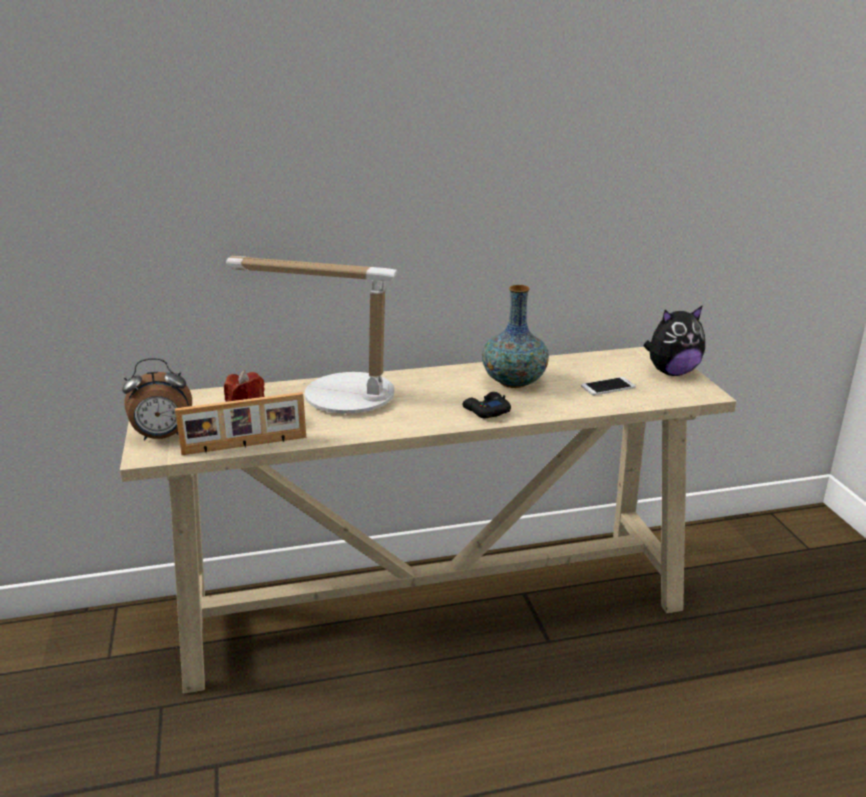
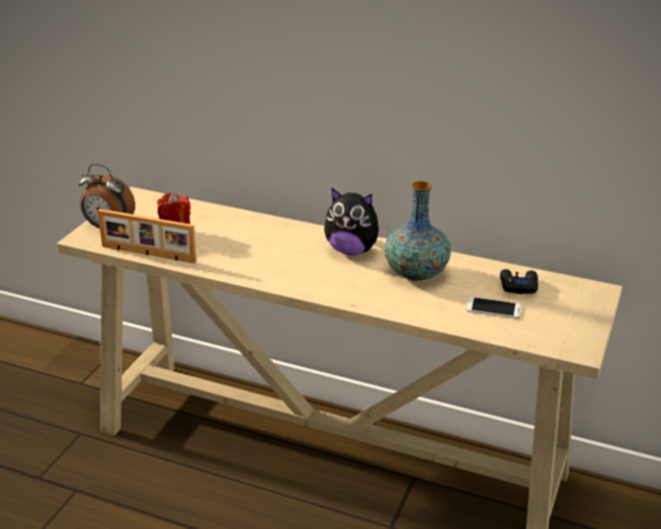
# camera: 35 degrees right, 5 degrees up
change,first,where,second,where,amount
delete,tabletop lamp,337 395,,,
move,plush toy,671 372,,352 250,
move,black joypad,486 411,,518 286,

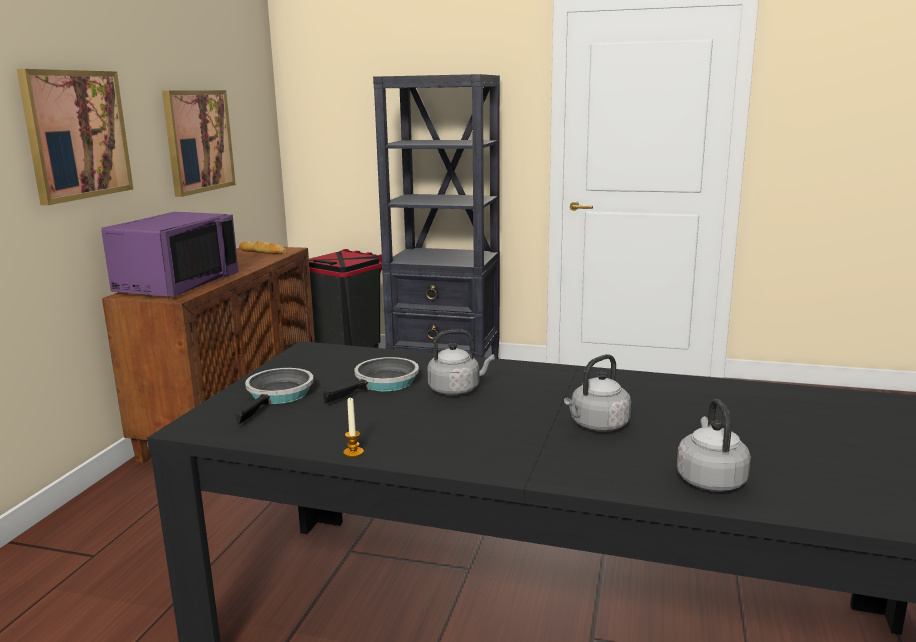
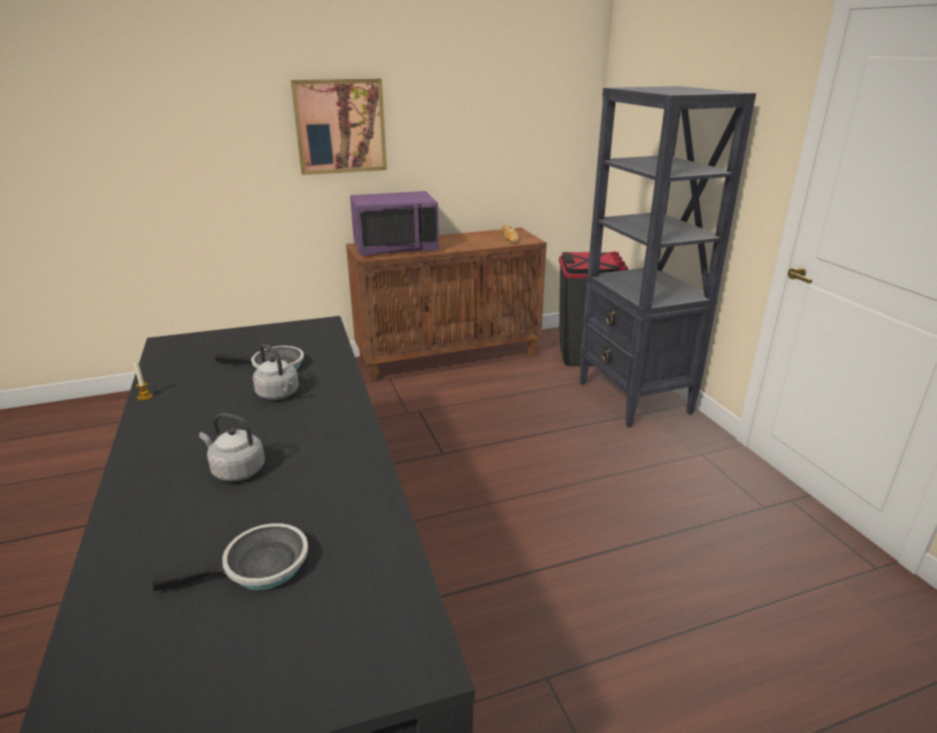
# camera: 55 degrees right, 10 degrees up
change,first,where,second,where,amount
delete,picture,198 141,,,
move,pan,278 396,,259 568,
delete,greyish water kettle,709 479,,,

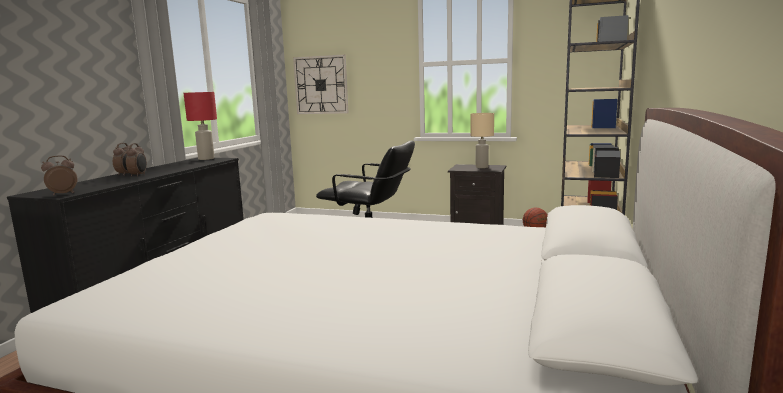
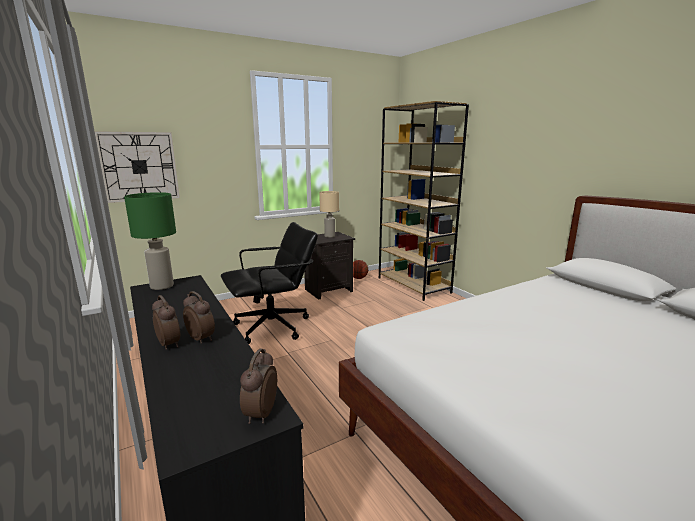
# camera: 50 degrees left, 5 degrees up
change,first,where,second,where,amount
recolor,red tabletop lamp,205 159,green tabletop lamp,161 286,

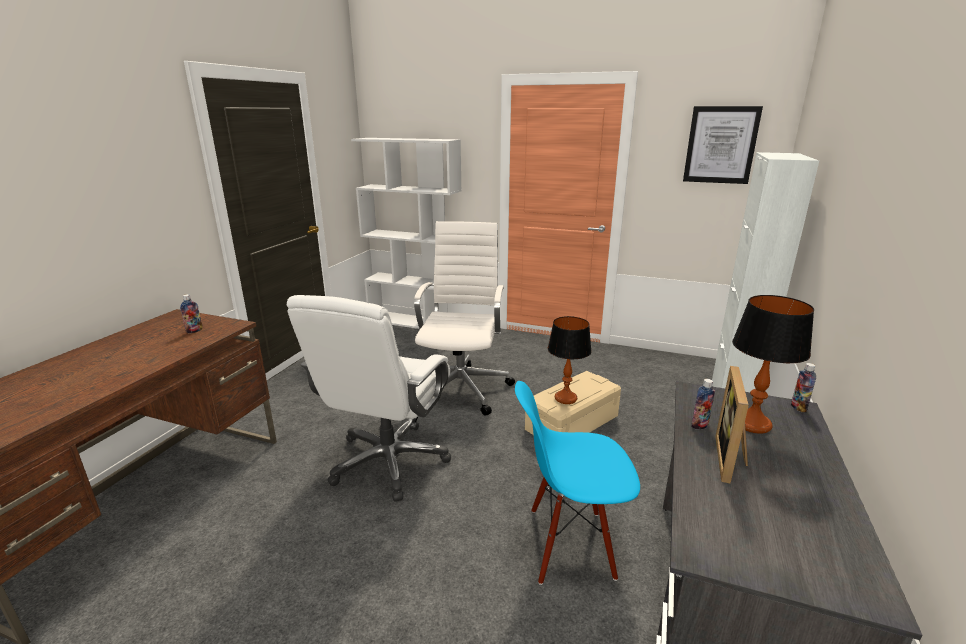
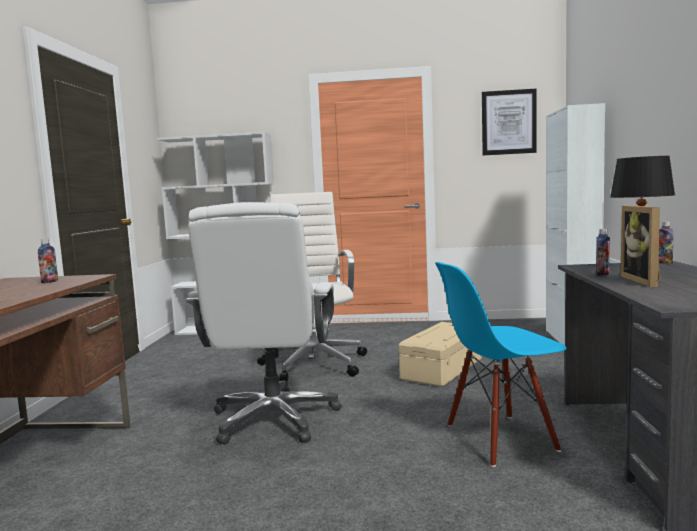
# camera: 15 degrees left, 15 degrees down
change,first,where,second,where,amount
delete,tabletop lamp,566 398,,,

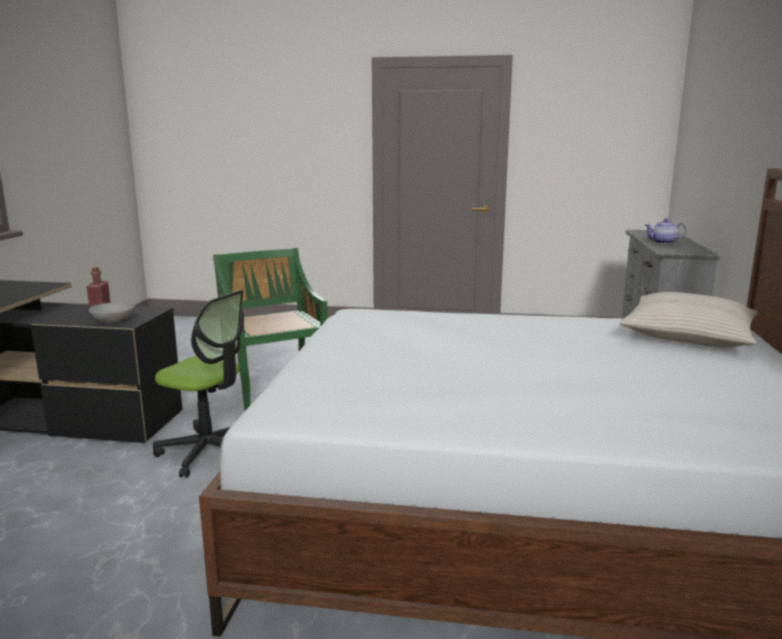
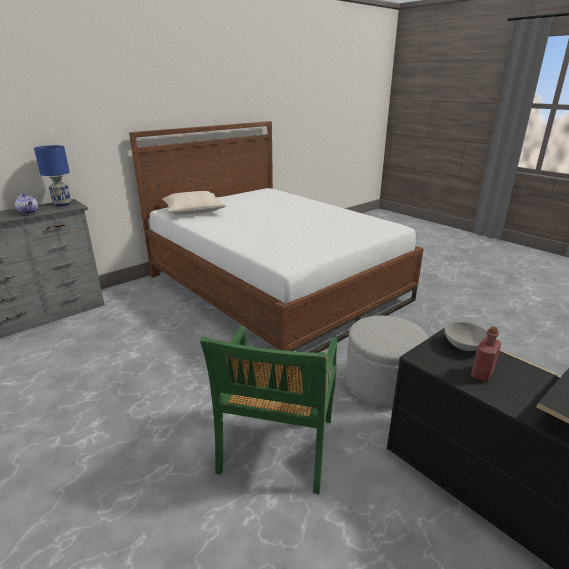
# camera: 140 degrees left, 10 degrees up
change,first,where,second,where,amount
replace,computer chair,209 451,greyish footrest,382 385,
insert,,,blue-coloured tabletop lamp,62 204,

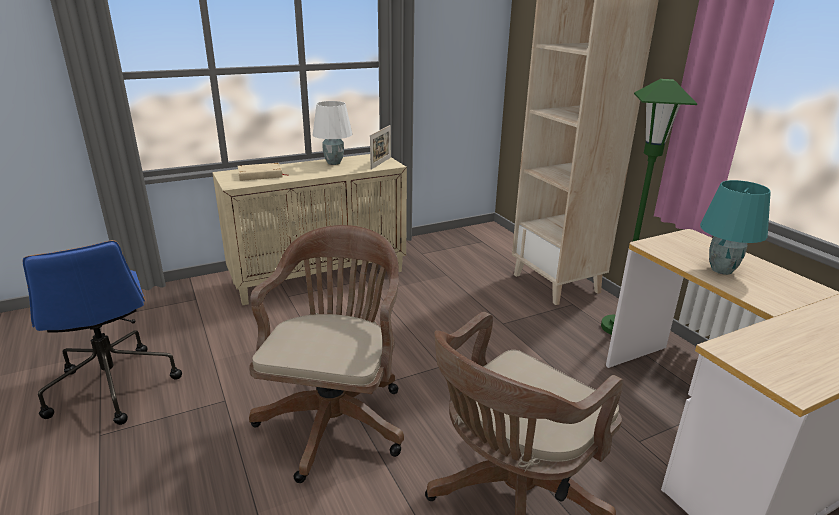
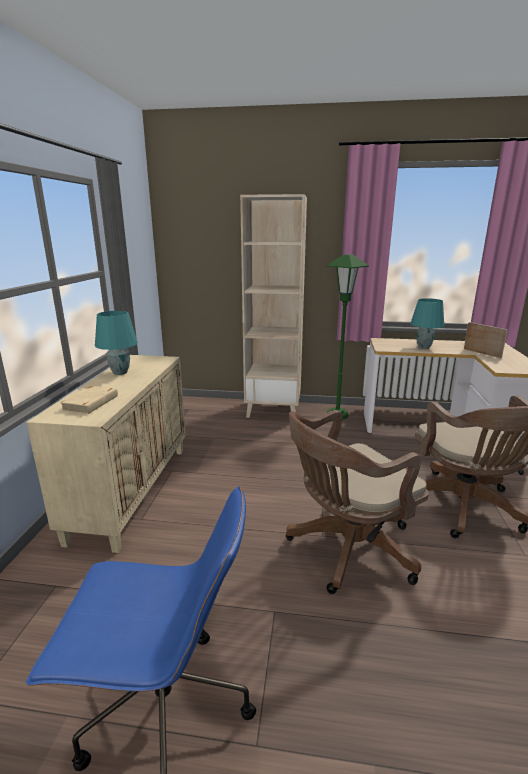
# camera: 55 degrees left, 5 degrees down
change,first,where,second,where,amount
recolor,whitish tabletop lamp,334 163,blue-green tabletop lamp,120 372,
move,standing frame,381 163,,482 353,
rotate,brown computer chair,336 417,,347 550,75 degrees counterclockwise

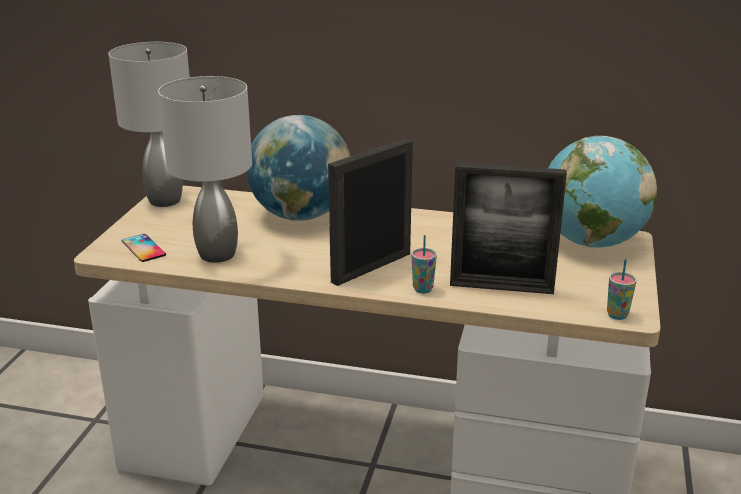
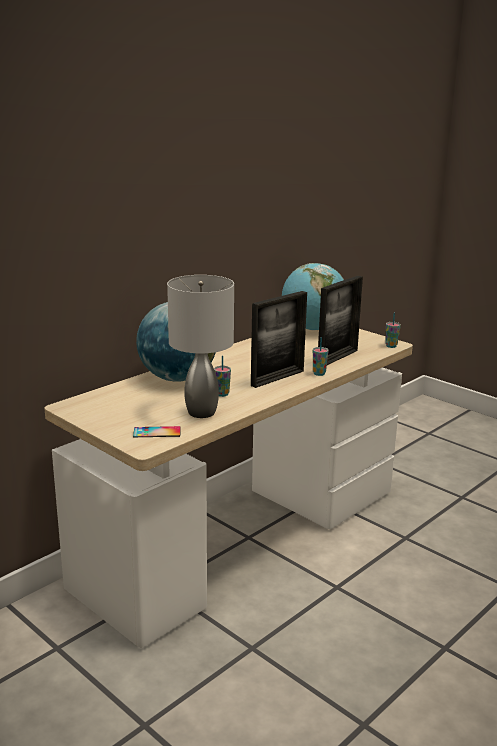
# camera: 60 degrees left, 5 degrees down
change,first,where,second,where,amount
delete,greyish tabletop lamp,165 200,,,
rotate,standing frame,371 267,,277 378,120 degrees counterclockwise
insert,,,cup,222 394,

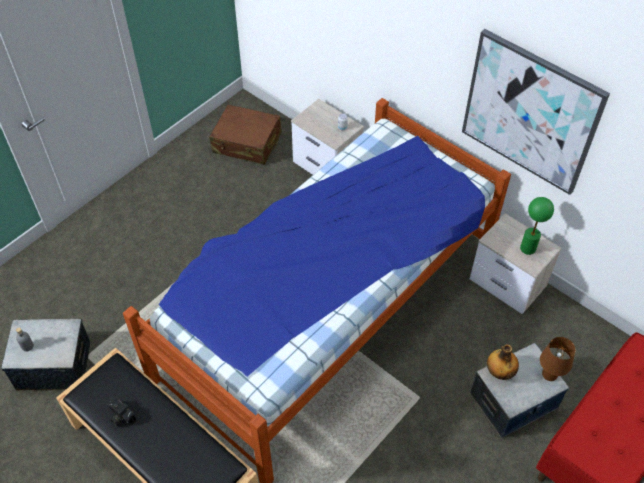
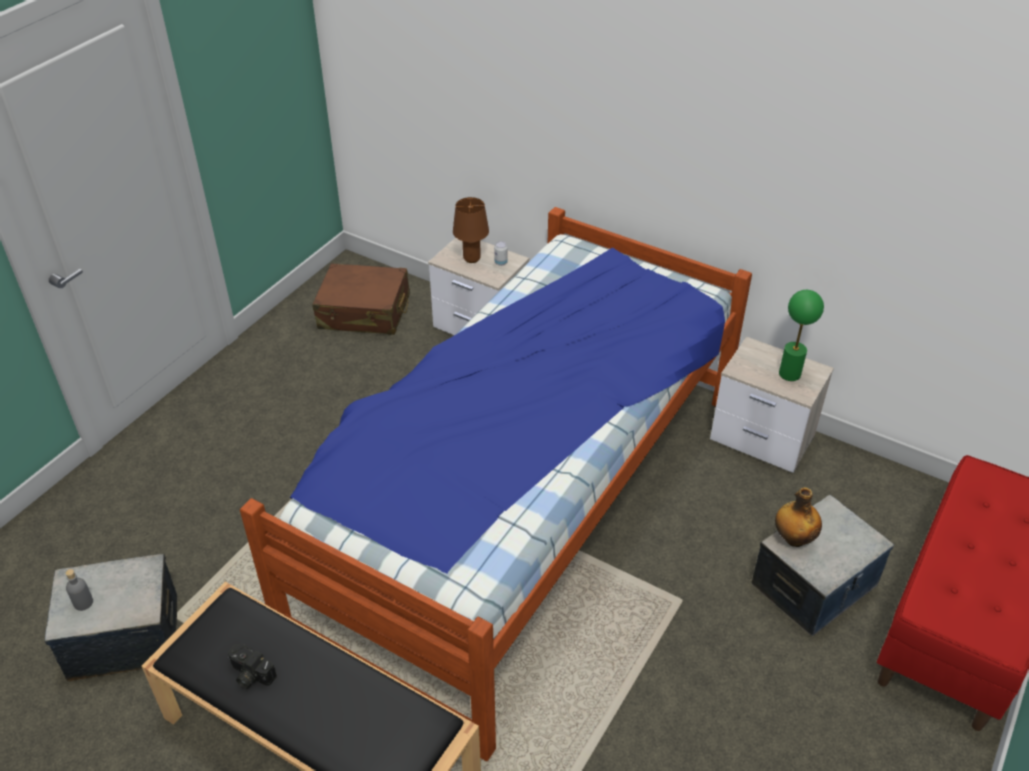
# camera: 10 degrees left, 10 degrees down
change,first,where,second,where,amount
delete,picture,530 112,,,
move,brown tabletop lamp,549 375,,472 258,

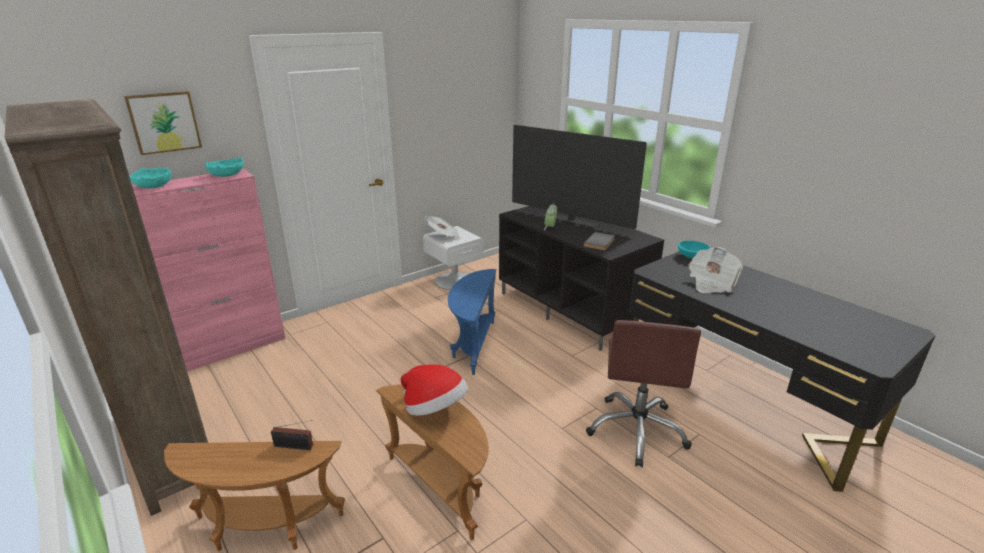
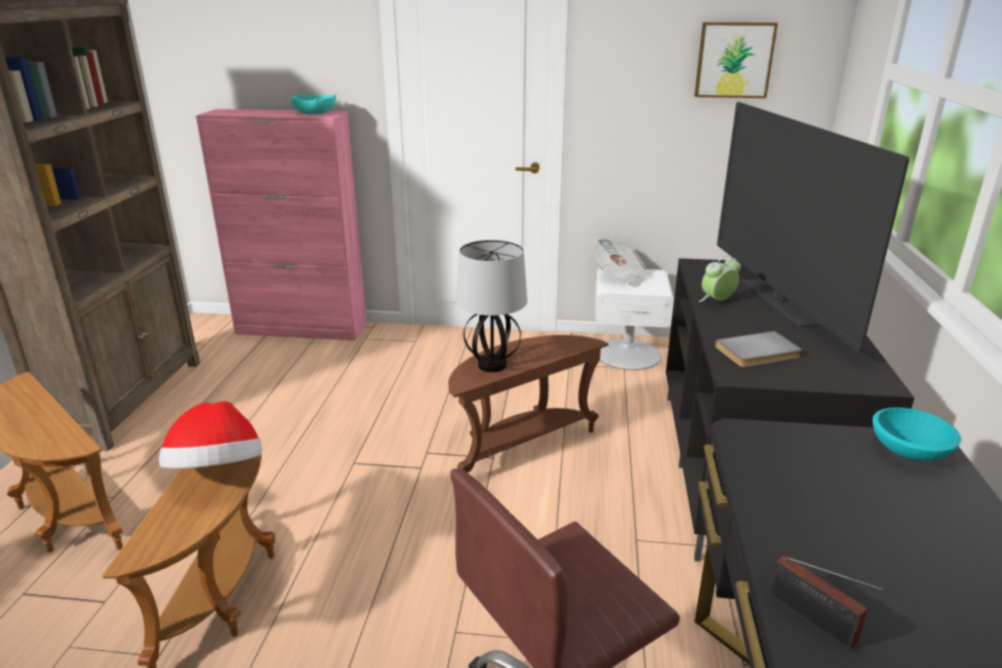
# camera: 45 degrees right, 0 degrees up
change,first,where,second,where,amount
move,picture,164 122,,734 60,
delete,blue-green deep dish,153 186,,,
delete,daily paper,711 283,,,
recolor,blue-coloured end table,472 345,brown end table,520 447,
move,radio receiver,295 446,,815 621,
insert,,,tabletop lamp,491 365,

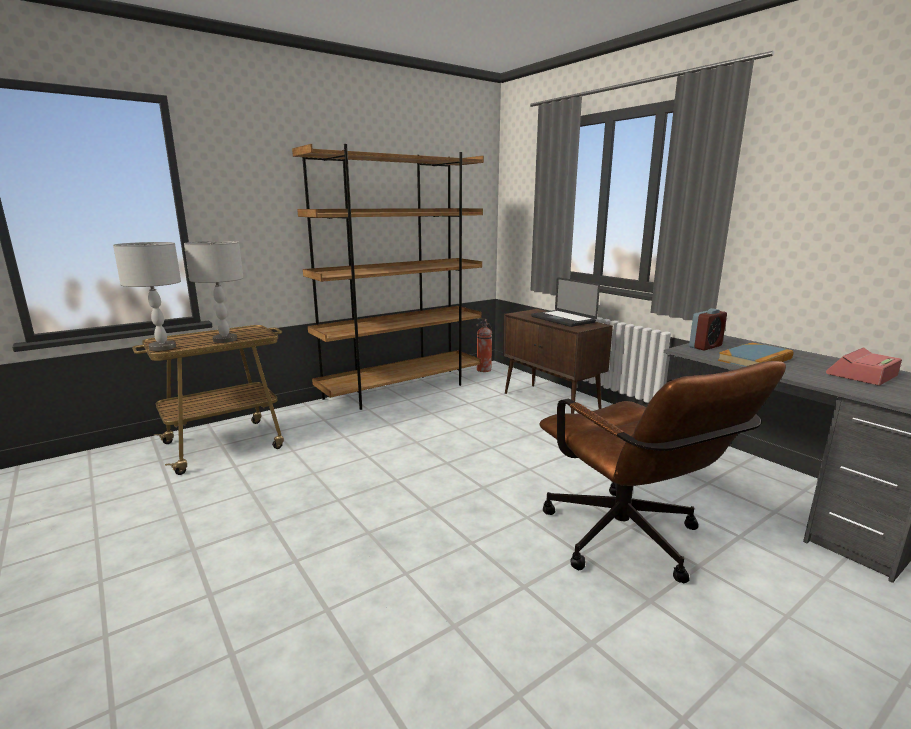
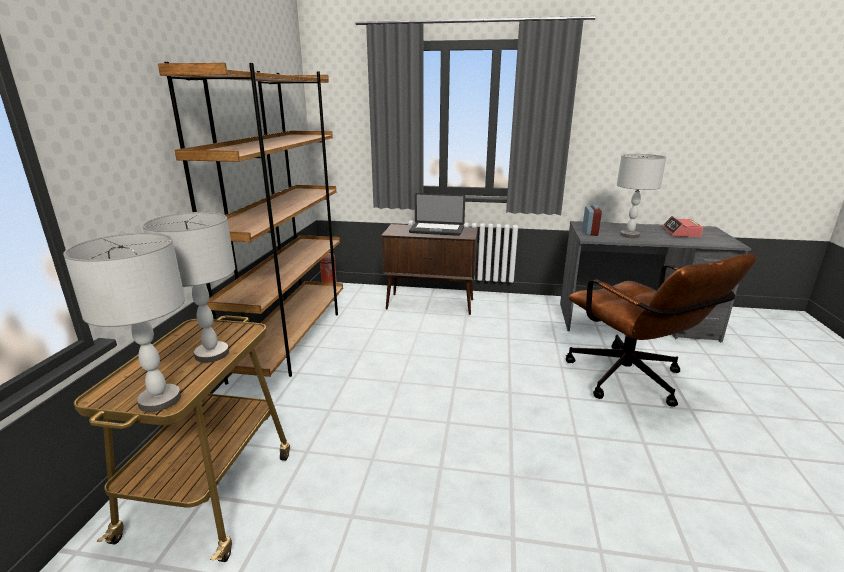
# camera: 45 degrees left, 5 degrees up
change,first,where,second,where,amount
replace,volume,755 359,greyish tabletop lamp,629 235,
rotate,brown computer chair,630 543,,632 382,45 degrees clockwise

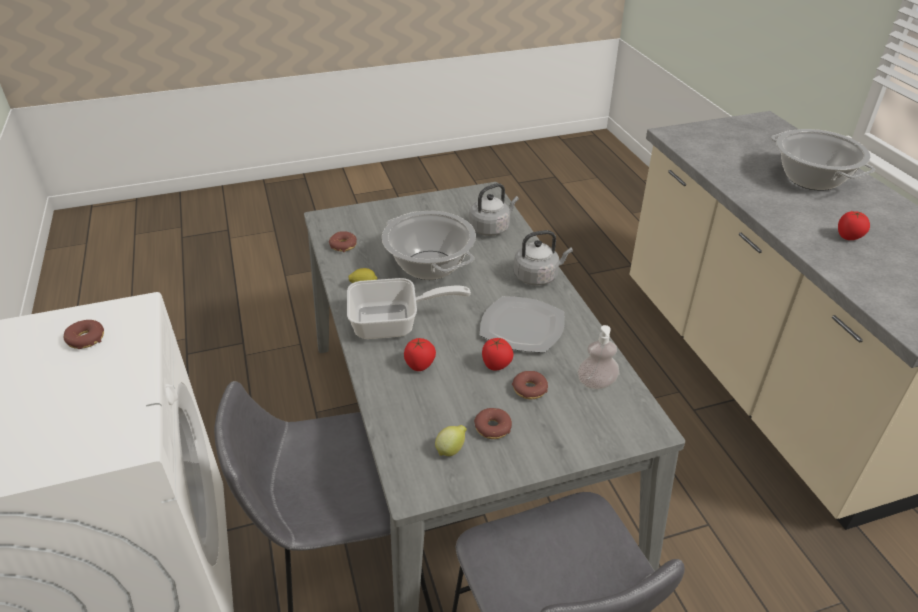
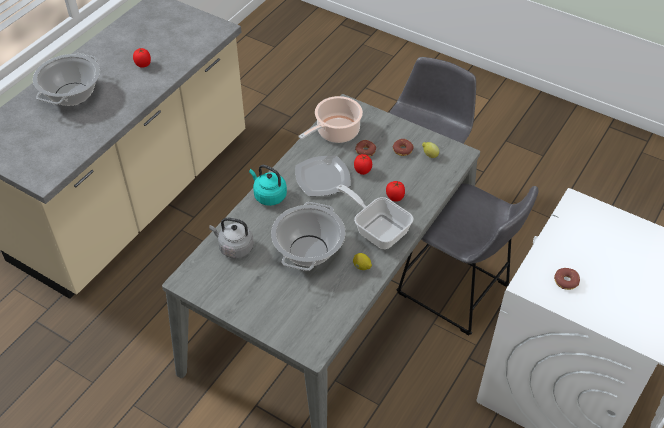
# camera: 130 degrees left, 10 degrees up
change,first,where,second,where,amount
recolor,greyish water kettle,538 276,blue-green water kettle,268 195,
delete,ring doughnut,343 245,,,
replace,soap dispenser,596 383,cooking pot,336 132,

